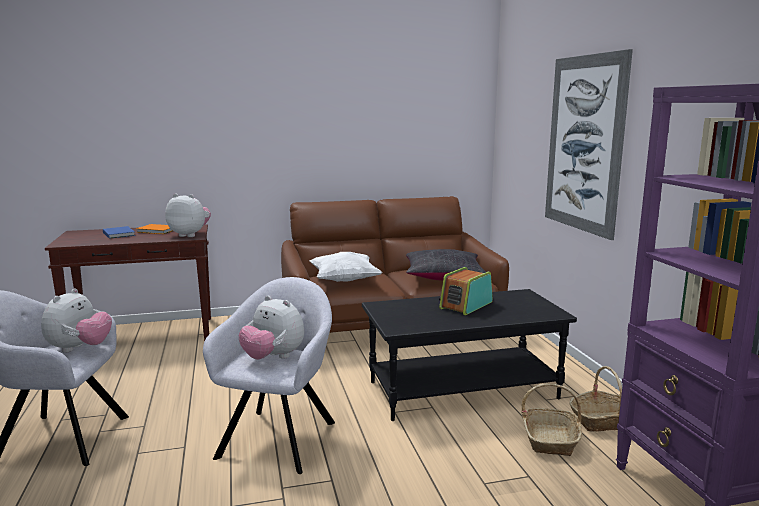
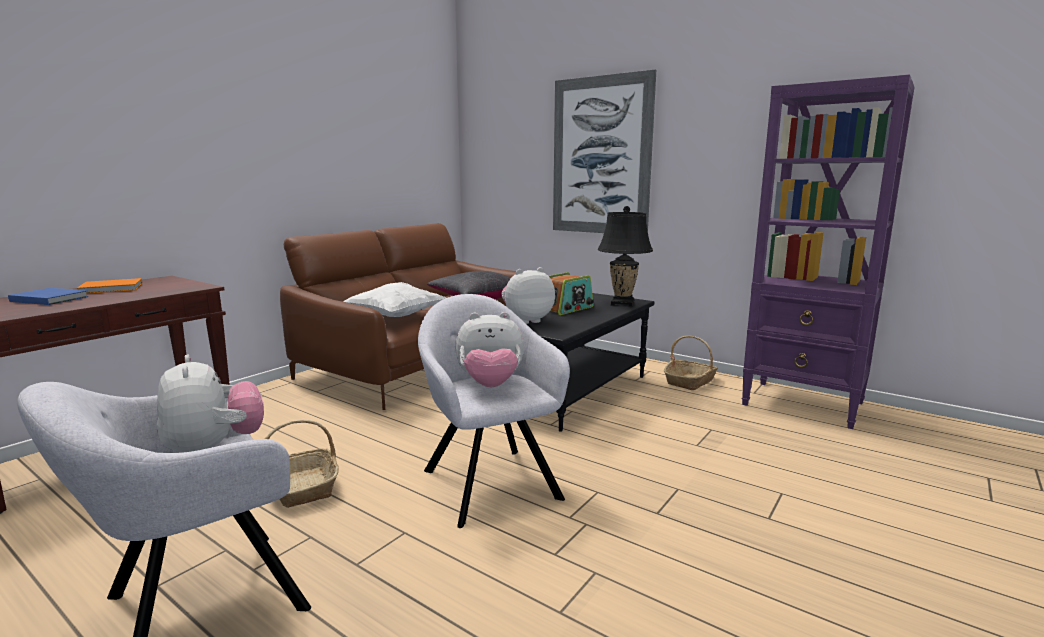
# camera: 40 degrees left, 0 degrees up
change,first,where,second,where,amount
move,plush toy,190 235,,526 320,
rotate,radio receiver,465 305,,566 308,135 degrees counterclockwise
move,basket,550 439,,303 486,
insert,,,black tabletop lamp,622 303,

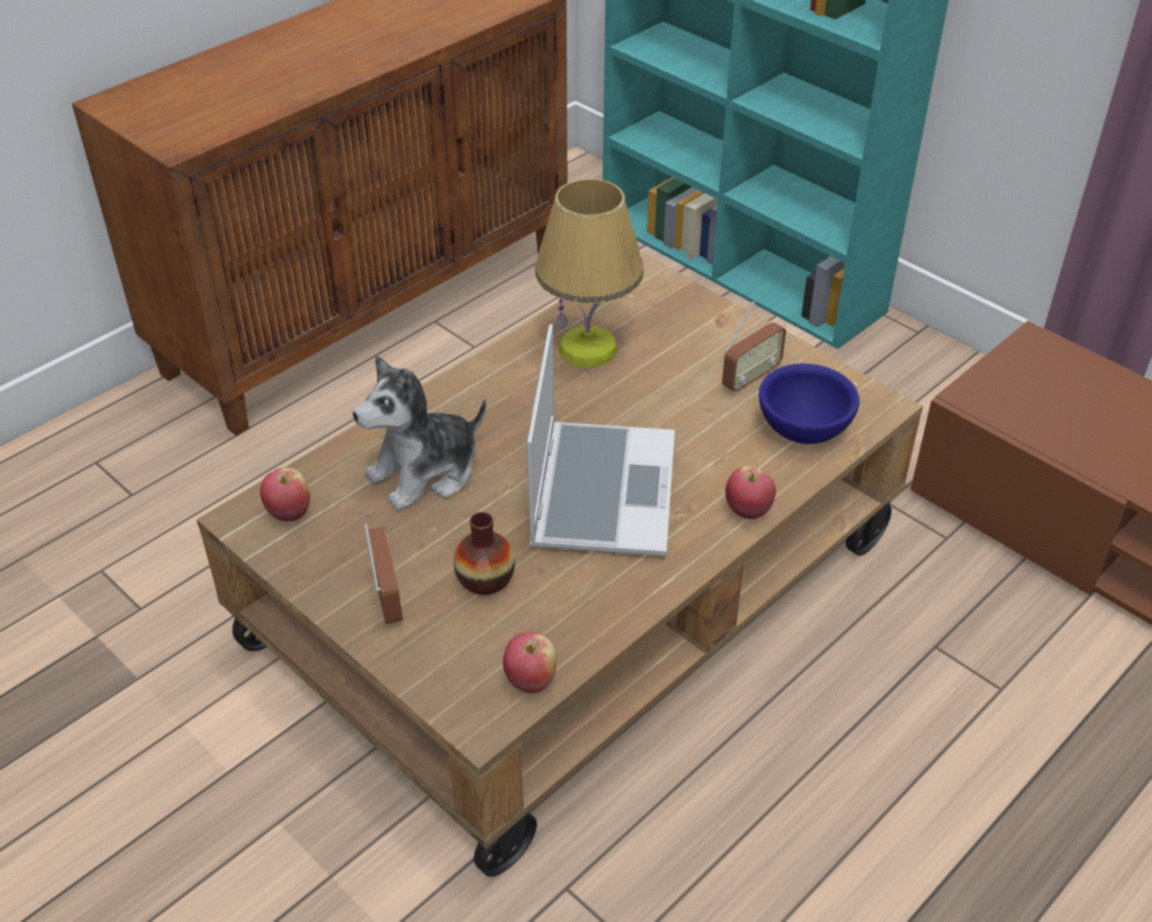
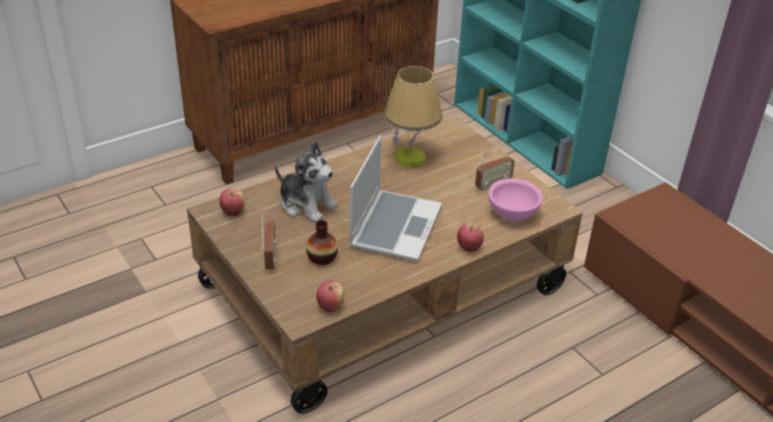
# camera: 10 degrees right, 5 degrees down
change,first,where,second,where,amount
rotate,plush toy,425 473,,306 204,120 degrees counterclockwise
recolor,blue-coloured deep dish,804 429,pink-coloured deep dish,513 214,

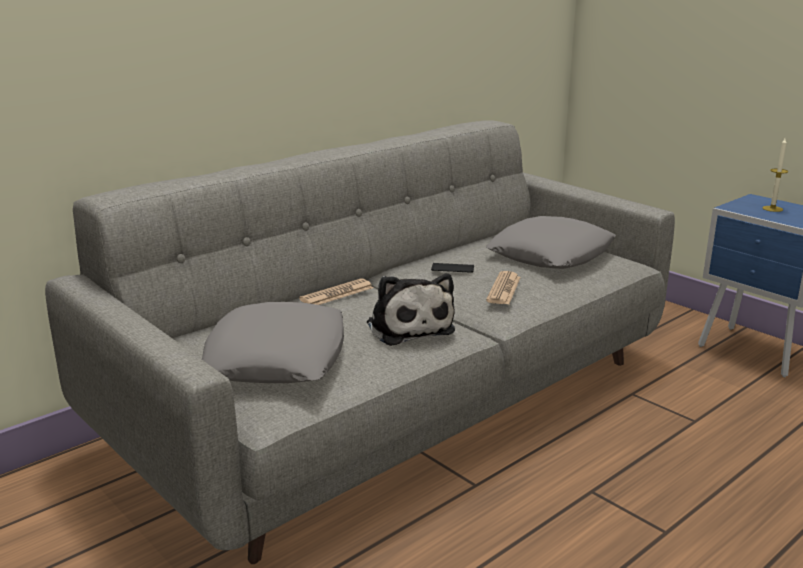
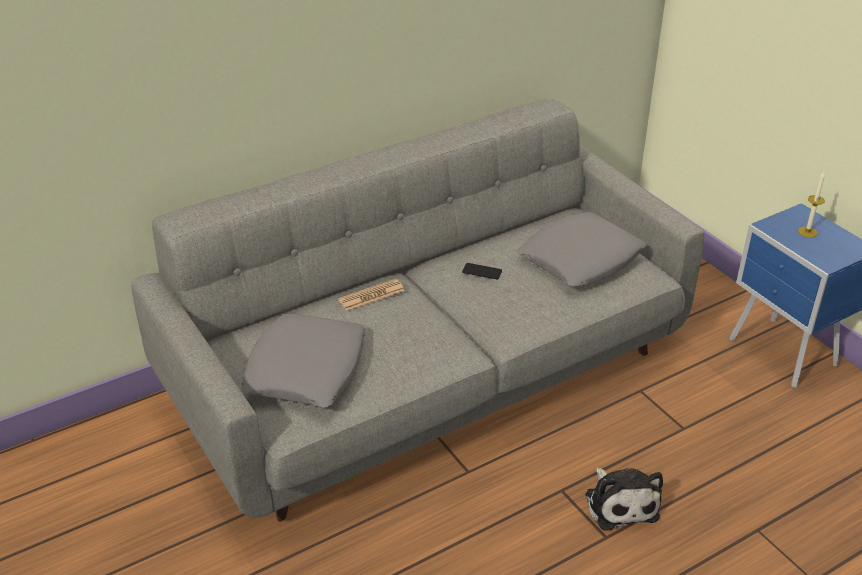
# camera: 10 degrees right, 15 degrees up
change,first,where,second,where,amount
delete,daily paper,504 289,,,
move,plush toy,408 327,,620 503,

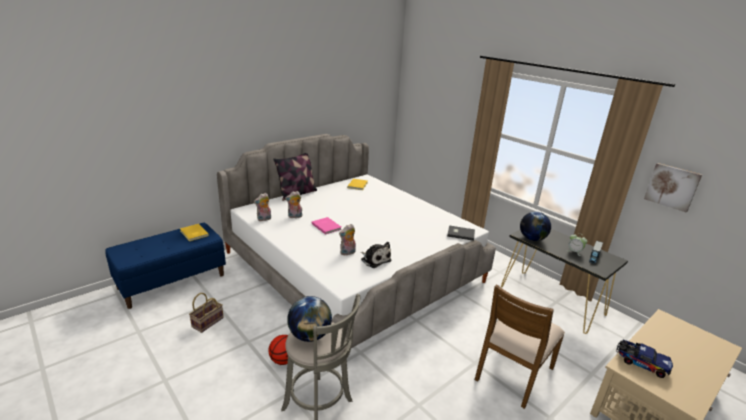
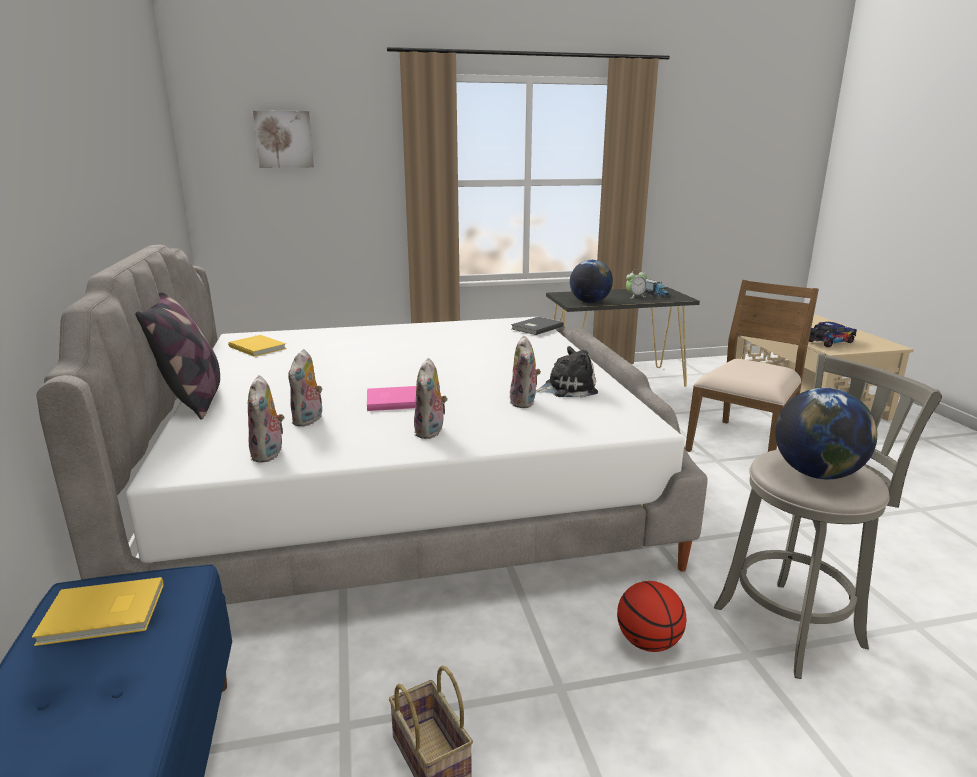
# camera: 60 degrees left, 5 degrees down
change,first,where,second,where,amount
move,picture,672 186,,284 139,
rotate,brown chair,512 373,,743 444,120 degrees counterclockwise
insert,,,plush toy,431 432,

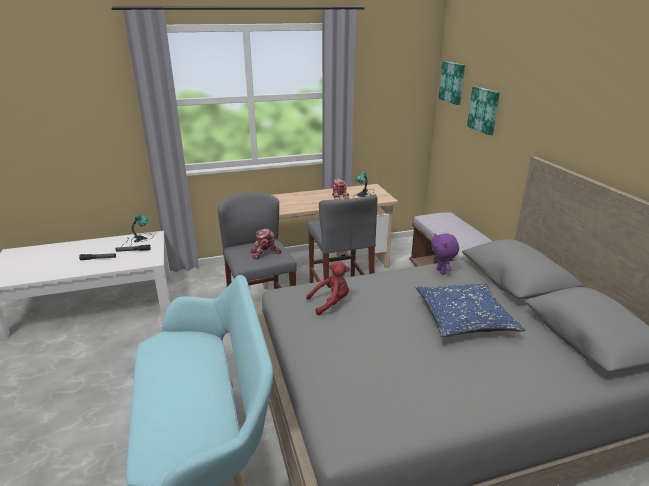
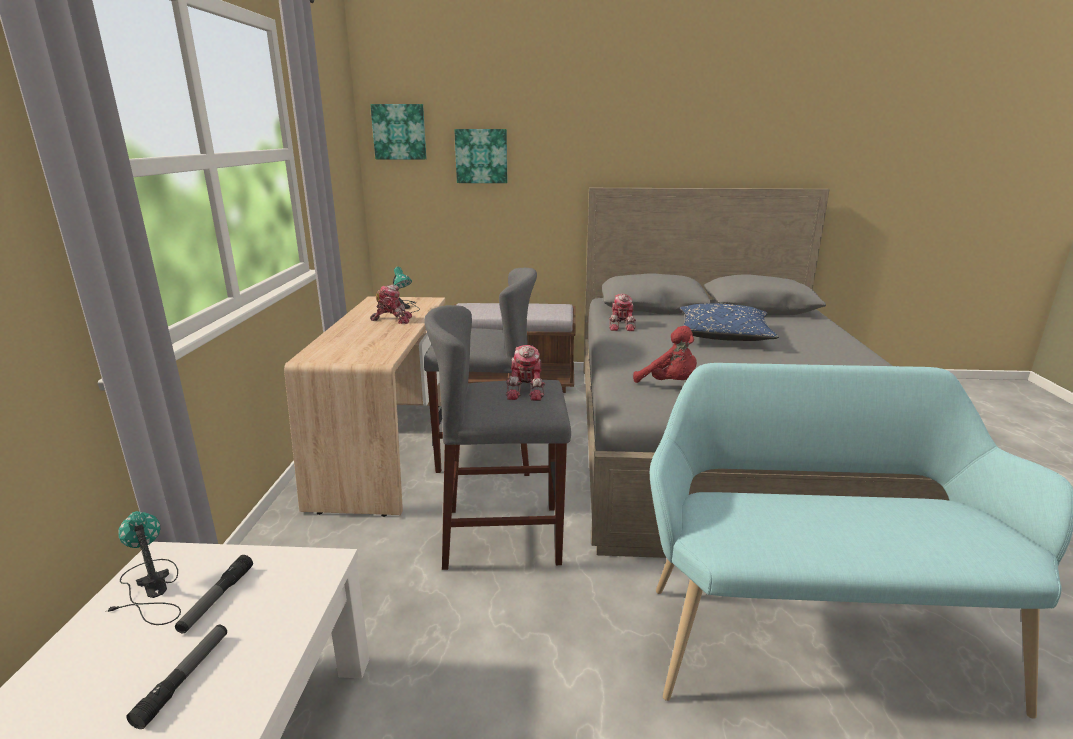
# camera: 70 degrees left, 5 degrees down
change,first,where,second,where,amount
replace,purple plush toy,442 271,model robot,622 326,
rotate,red plush toy,331 303,,669 384,135 degrees clockwise

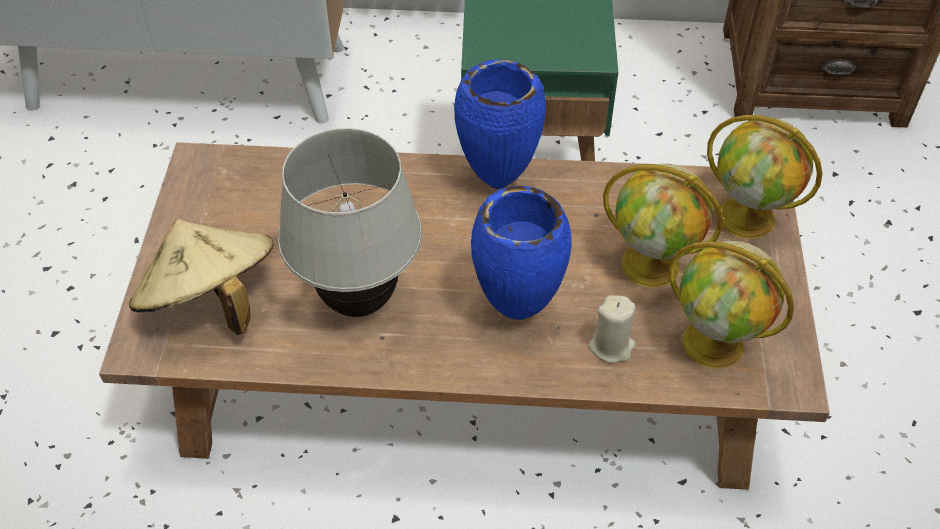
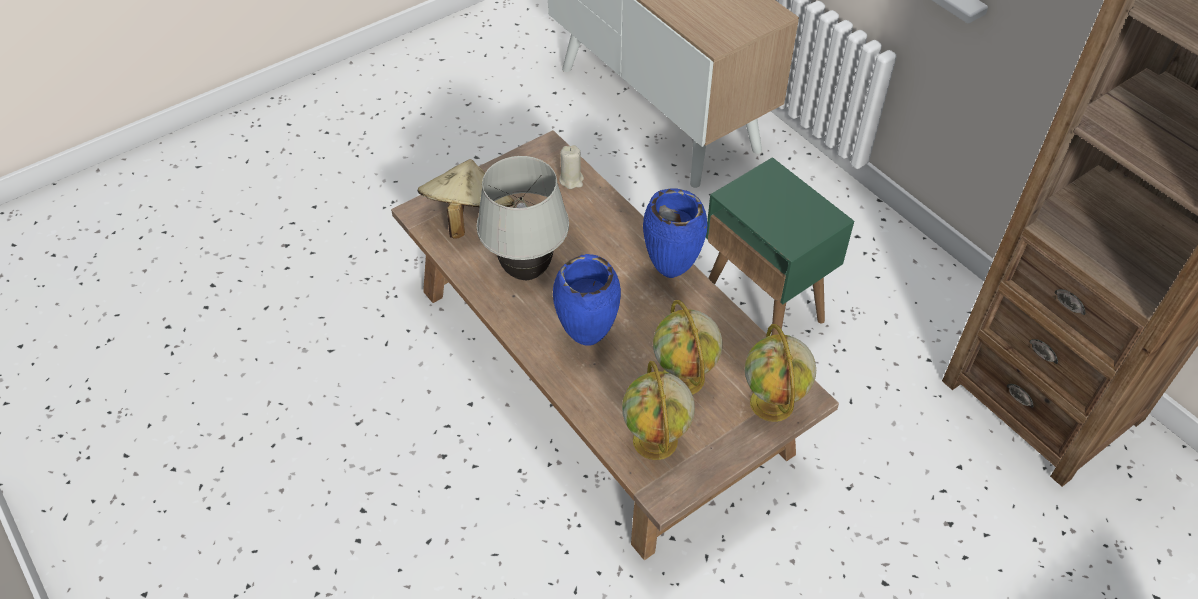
# camera: 50 degrees right, 0 degrees up
change,first,where,second,where,amount
move,beige-coloured wax light,611 346,,571 180,

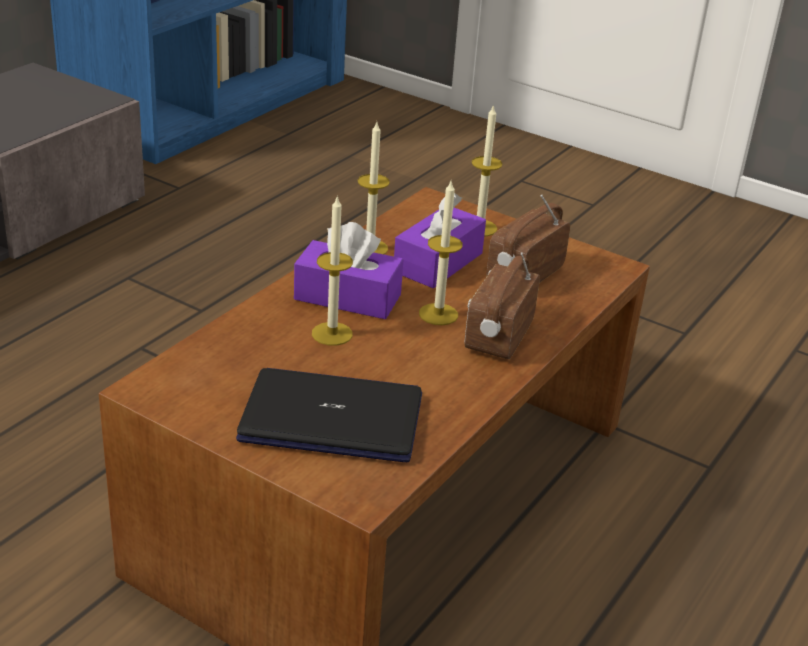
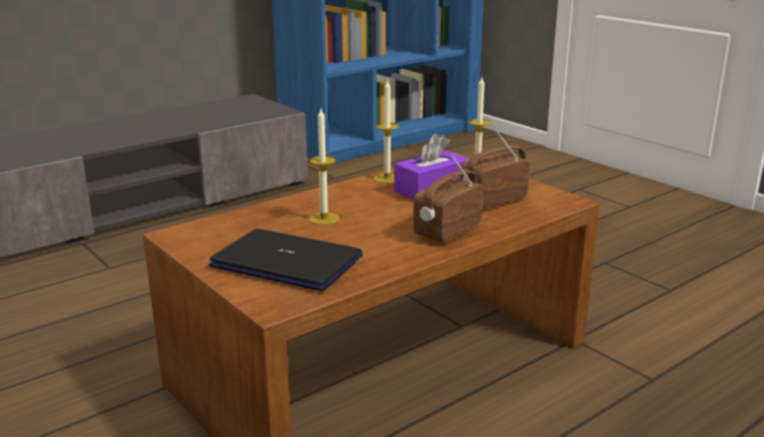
# camera: 20 degrees right, 10 degrees down
change,first,where,second,where,amount
delete,wax light,438 314,,,
delete,purple box of tissues,347 297,,,

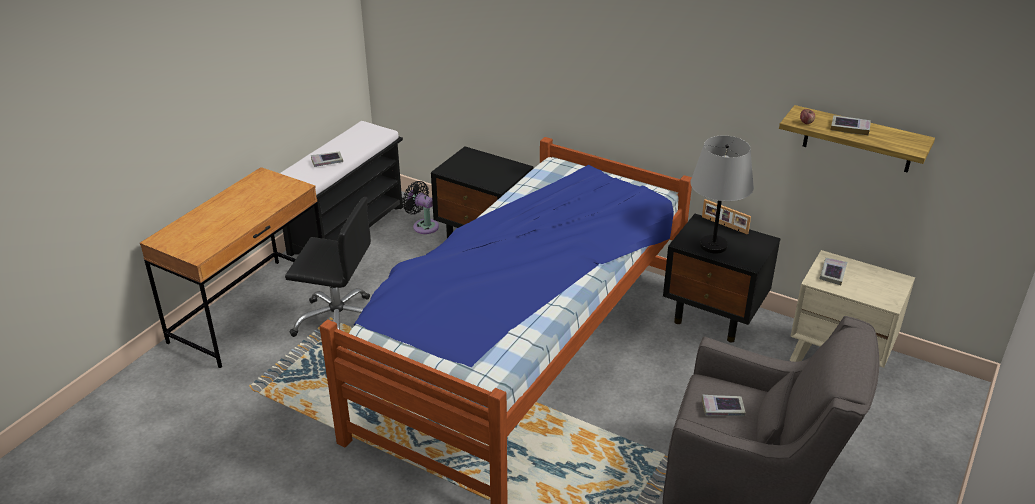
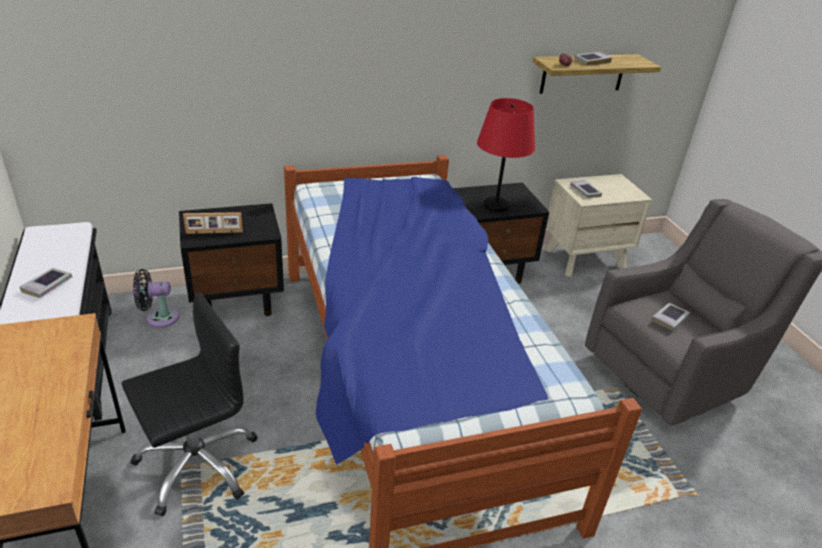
# camera: 50 degrees left, 0 degrees up
change,first,where,second,where,amount
recolor,greyish tabletop lamp,713 246,red tabletop lamp,496 206,
move,standing frame,724 225,,214 233,

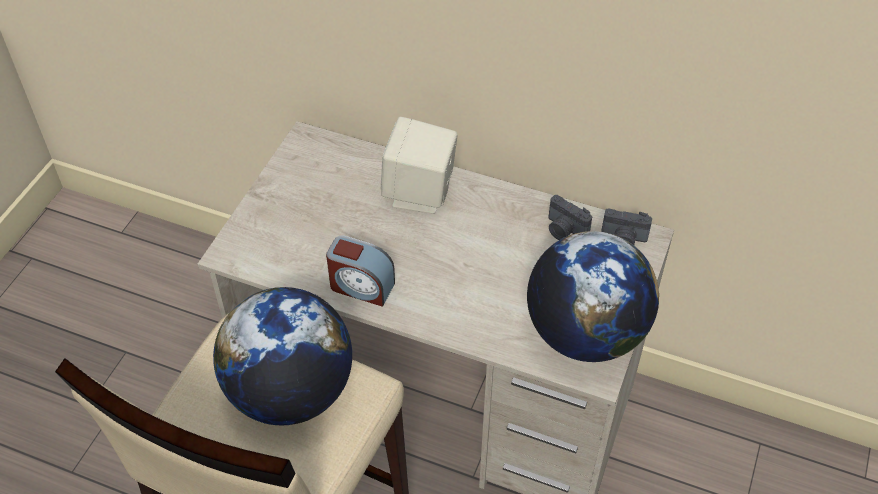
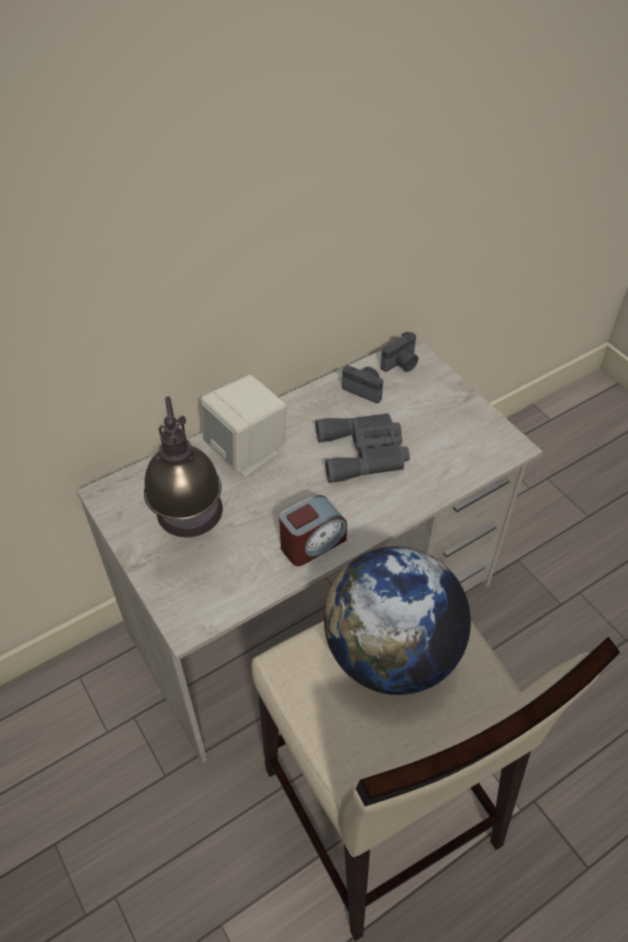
# camera: 55 degrees left, 0 degrees up
change,first,where,second,where,amount
rotate,photo camera,564 230,,364 389,135 degrees counterclockwise
delete,globe,585 333,,,
insert,,,tabletop lamp,193 531,
insert,,,greyish pair of binoculars,364 452,

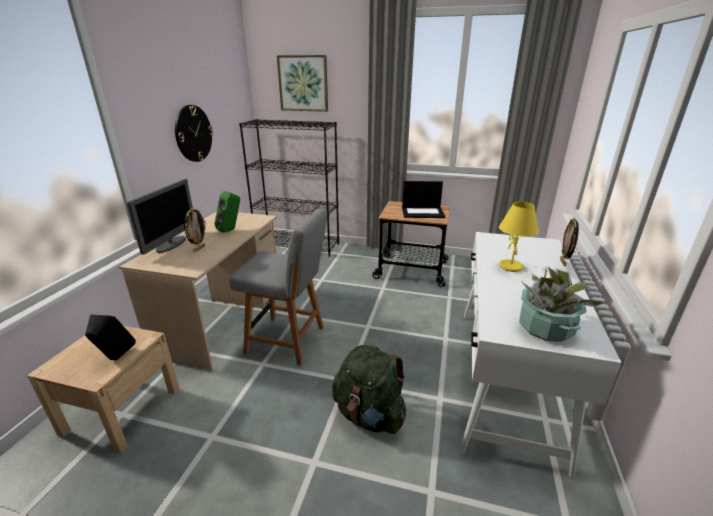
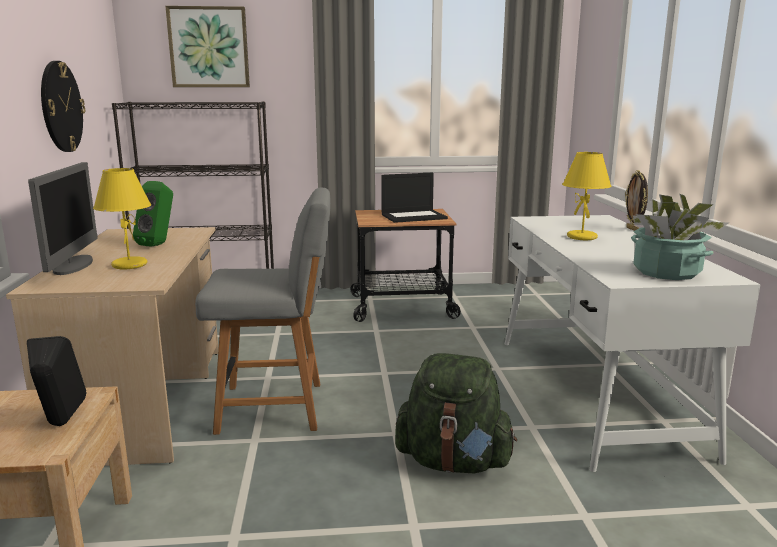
# camera: 20 degrees left, 10 degrees down
change,first,where,second,where,amount
replace,standing frame,199 249,yellow tabletop lamp,129 265,

